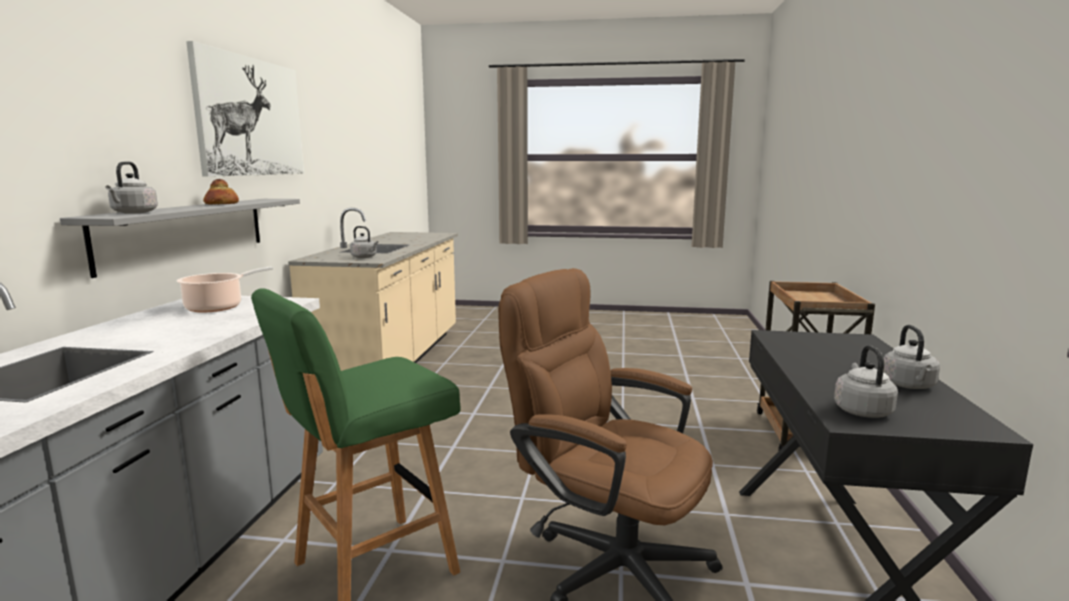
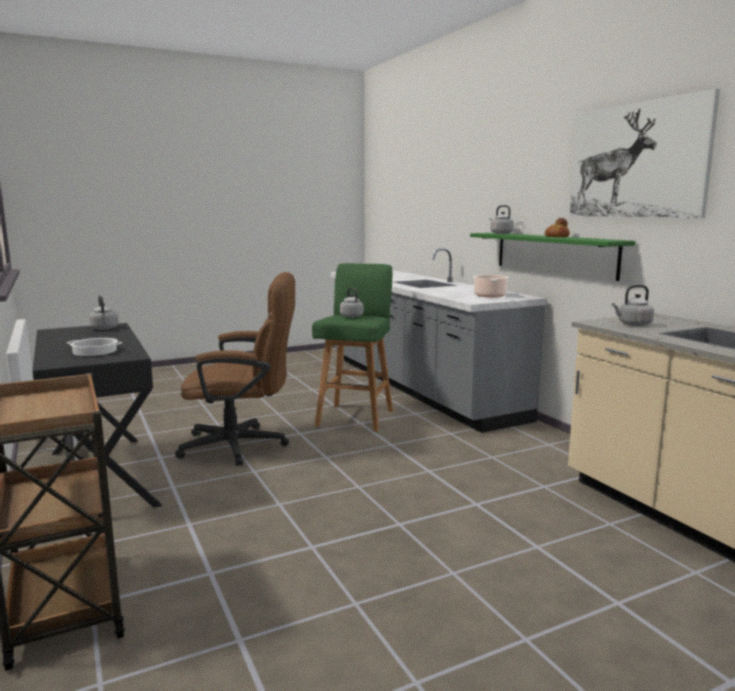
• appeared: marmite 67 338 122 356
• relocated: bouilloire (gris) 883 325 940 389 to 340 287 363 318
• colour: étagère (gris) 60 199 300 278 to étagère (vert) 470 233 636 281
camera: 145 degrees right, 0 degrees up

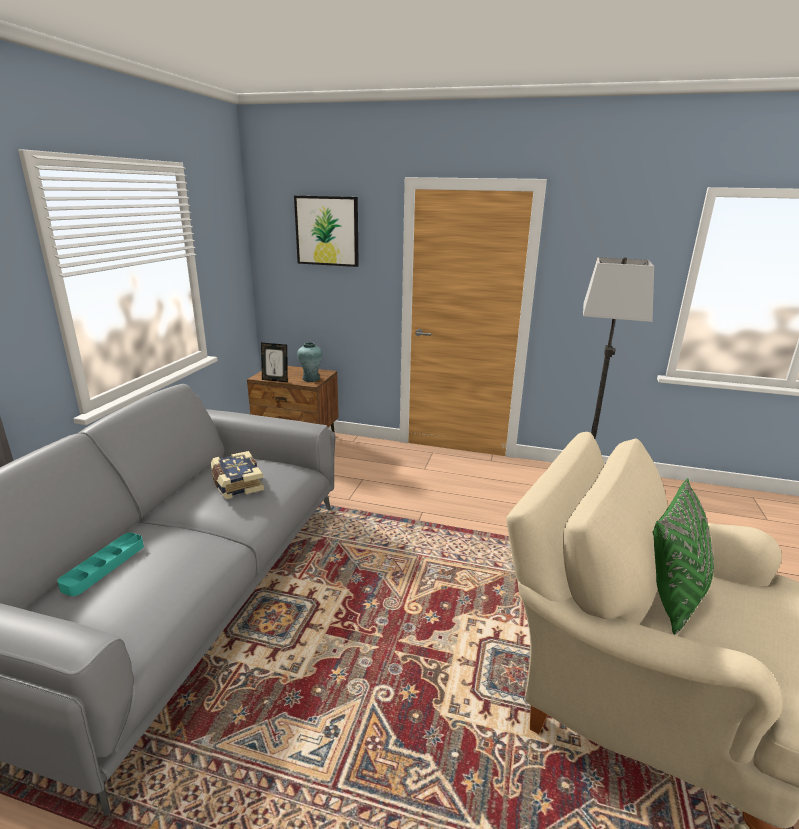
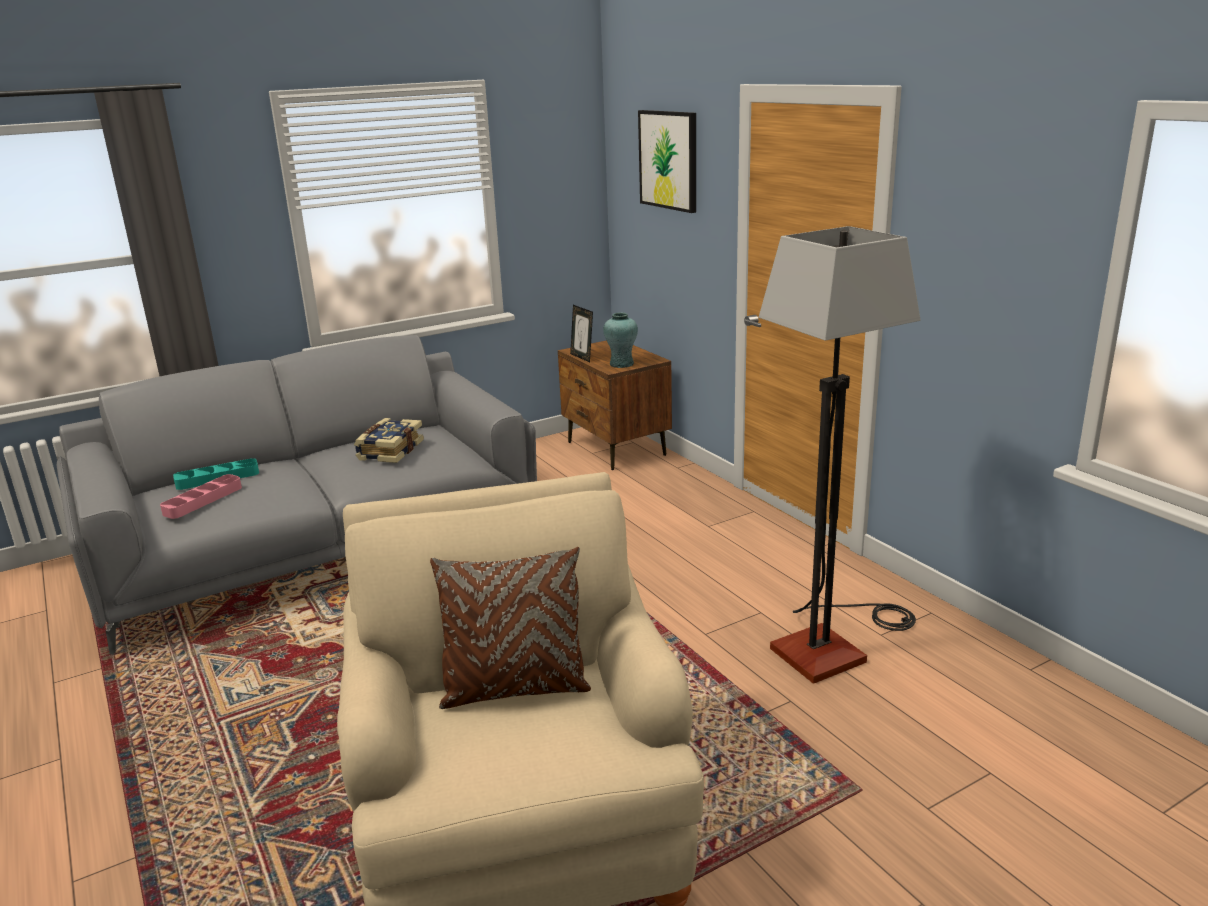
• appeared: plateau (rose) 160 474 242 519
• colour: coussin (vert) 652 478 714 634 to coussin (marron) 430 547 591 709
camera: 45 degrees right, 0 degrees up

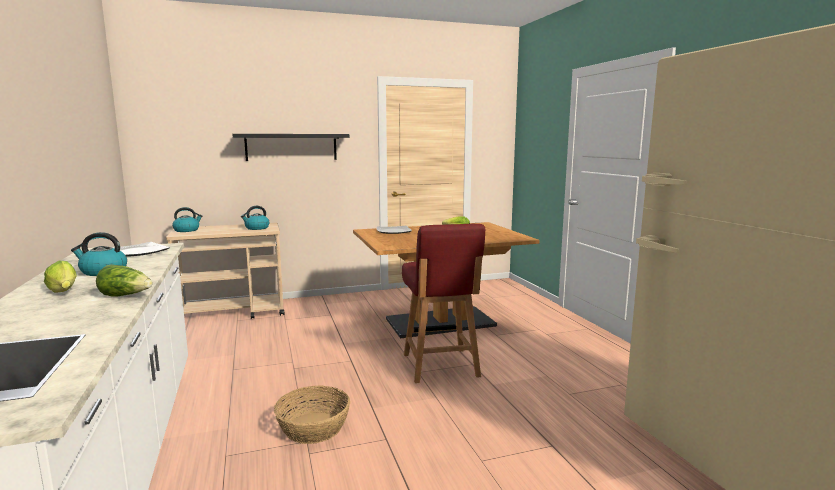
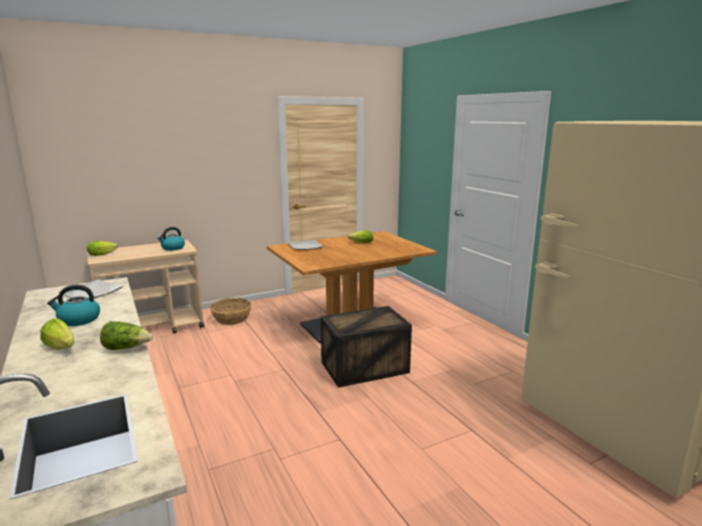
• missing: étagère (noir) 232 134 349 161
• relocated: panier 274 385 350 444 to 210 298 252 325
• exchanged: bouilloire 172 207 202 232 to laitue 87 241 118 256
• exchanged: chaise (rouge) 402 224 486 383 to caisse 321 306 412 388
camera: 10 degrees left, 5 degrees up

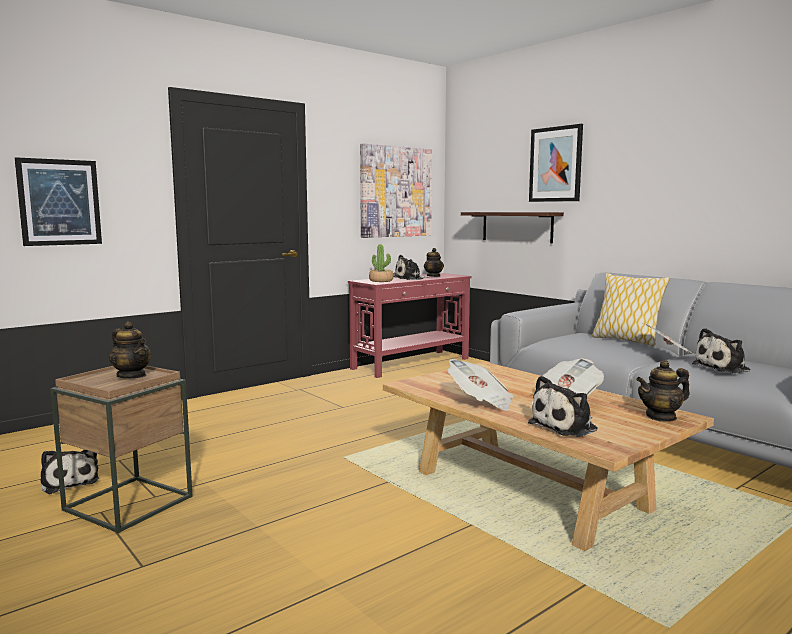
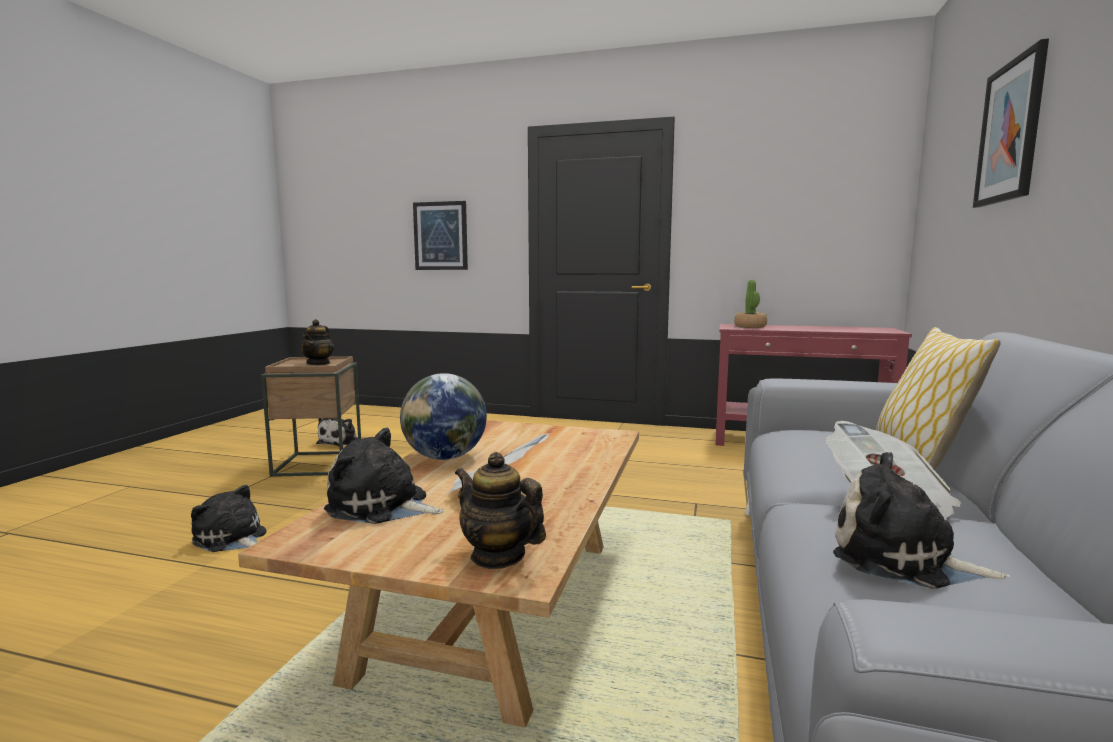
• missing: tableau 360 143 432 238
• missing: théière 424 248 444 277
• missing: étagère 461 212 564 243
• relocated: peluche 394 255 429 280 to 191 485 266 552
• exchanged: journal 448 359 514 411 to globe 400 373 487 460
camera: 55 degrees right, 0 degrees up

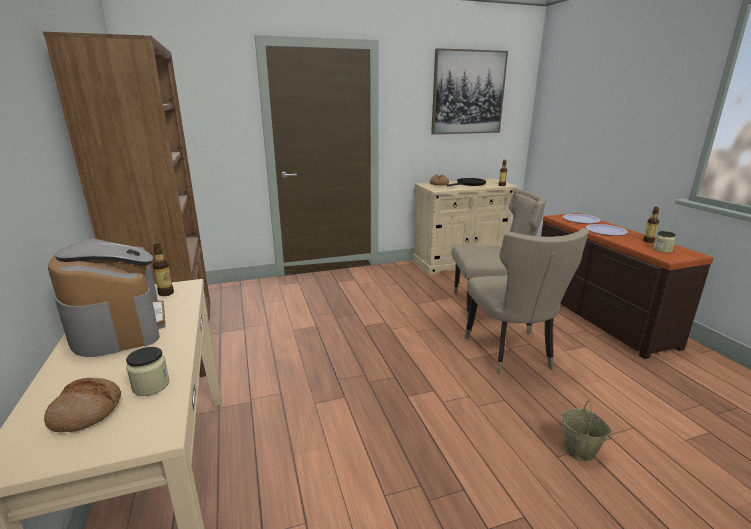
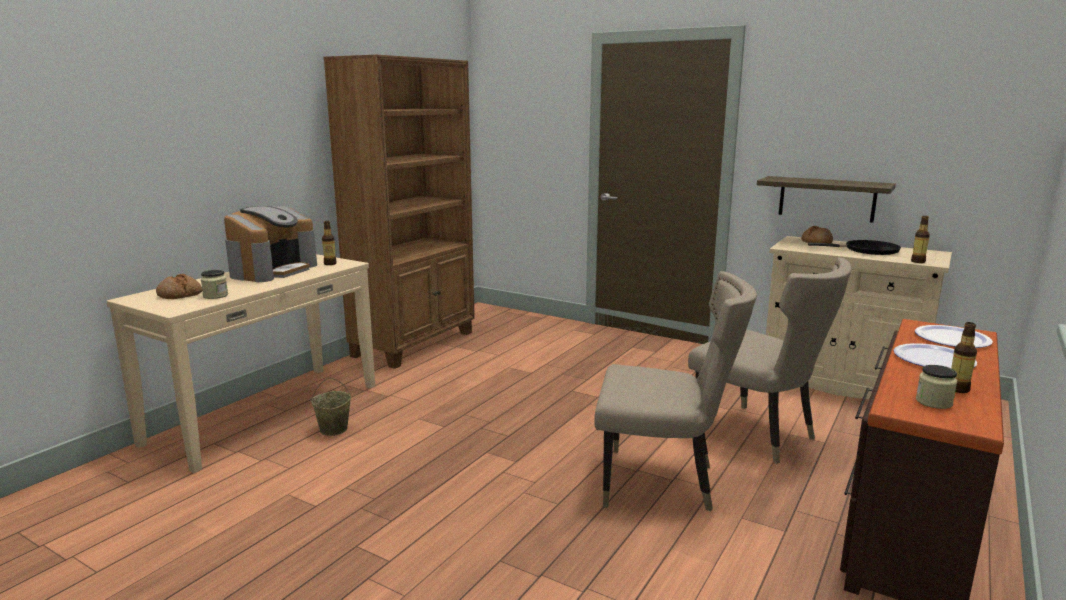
• missing: tableau 431 48 508 135
• appeared: étagère 757 176 896 223
• relocated: seau (beige) 561 401 611 462 to 311 378 351 436
• spun: chaise (beige) 464 228 589 374 = 594 271 757 511 120 degrees counterclockwise
camera: 50 degrees right, 5 degrees down

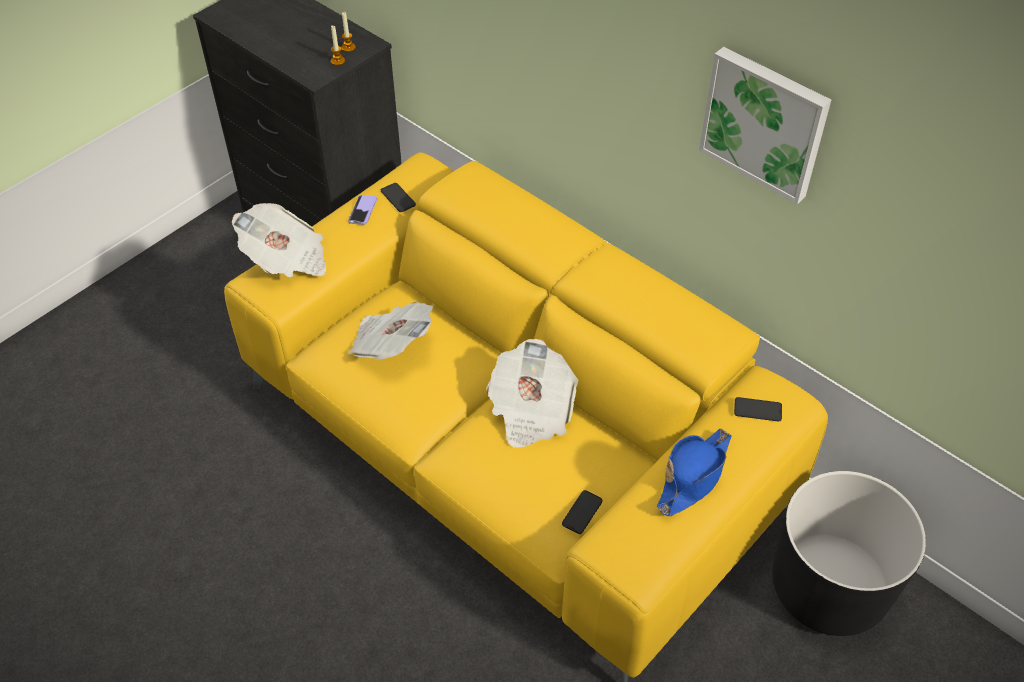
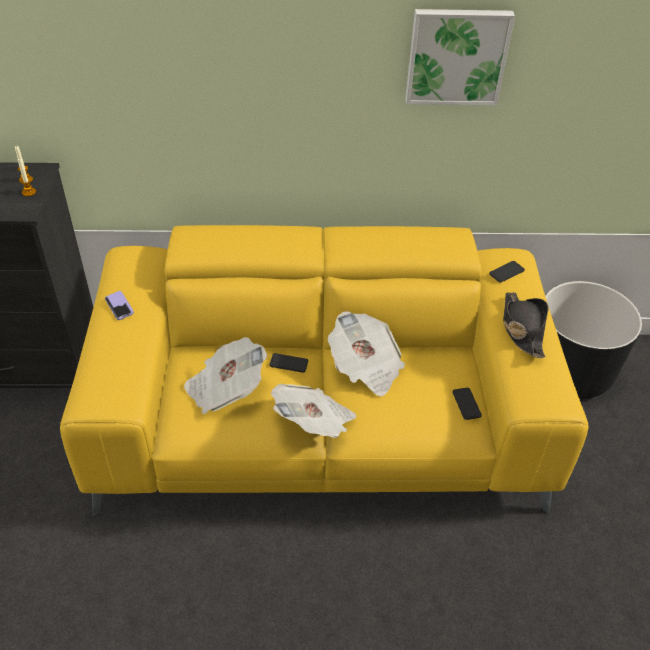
• relocated: journal 232 203 326 277 to 271 384 357 438
• relocated: téléphone 381 183 416 212 to 269 353 308 373
• colour: chapeau (bleu) 657 428 732 517 to chapeau (noir) 503 292 548 358
camera: 45 degrees left, 5 degrees down

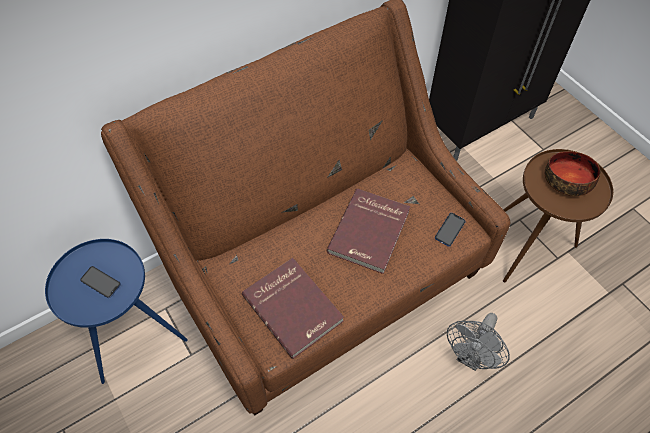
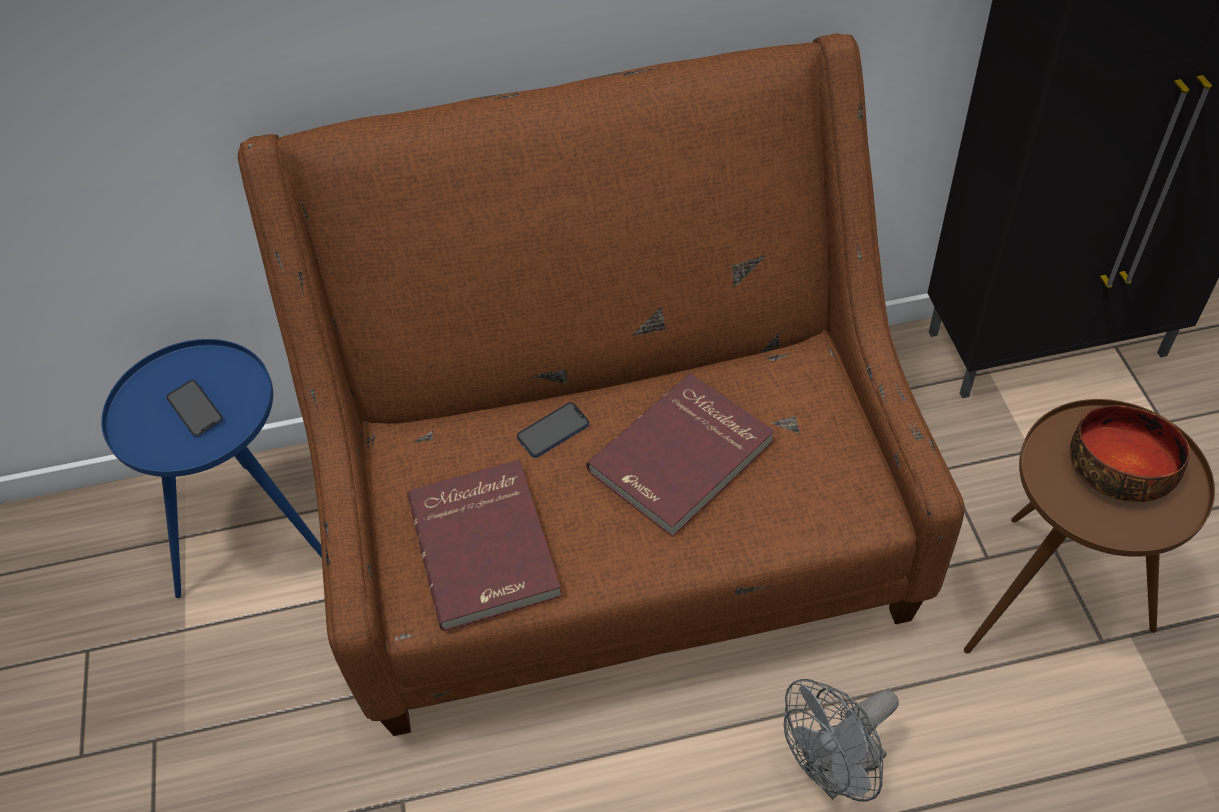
• relocated: téléphone 435 213 466 247 to 517 402 589 458
camera: 25 degrees right, 5 degrees down

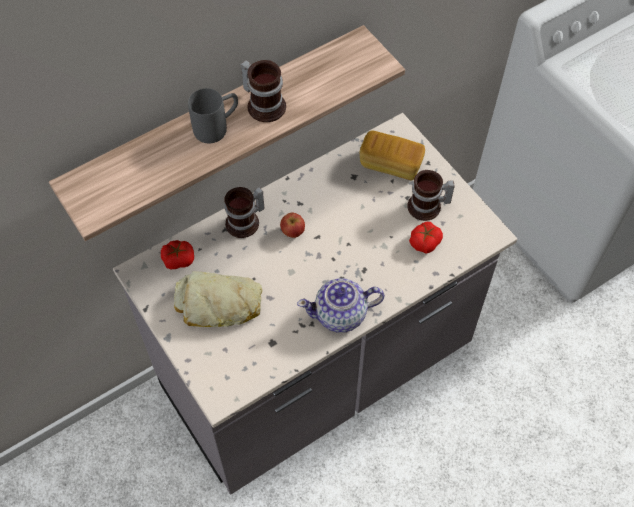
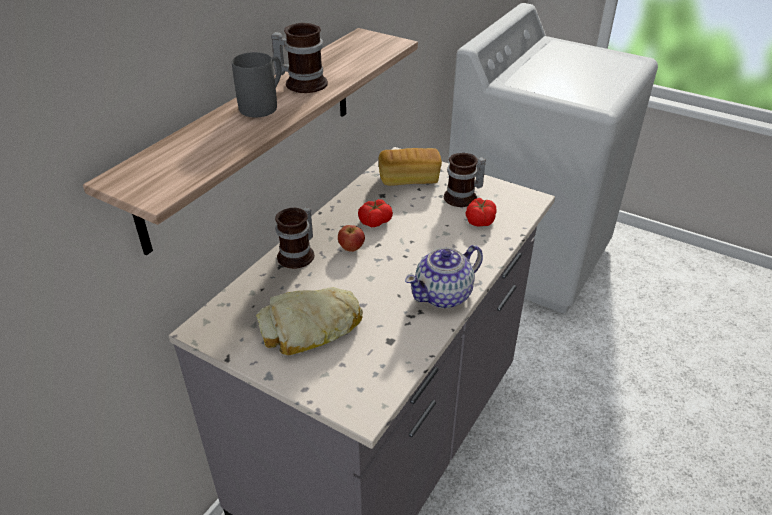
• relocated: tomate 161 240 194 269 to 358 199 393 227
camera: 25 degrees left, 20 degrees down

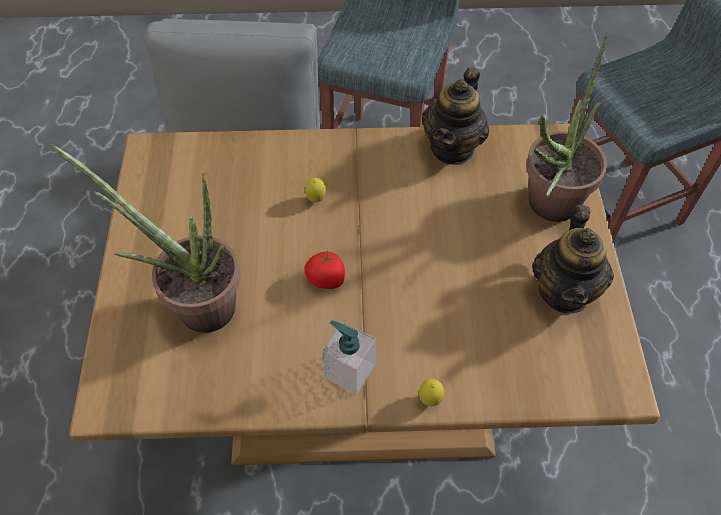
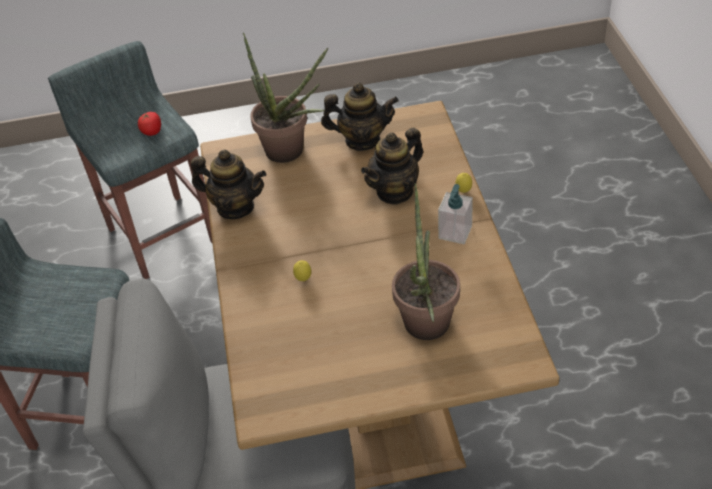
• appeared: théière 361 128 423 205
• relocated: tomate 305 250 345 289 to 138 112 161 136
camera: 95 degrees left, 10 degrees down

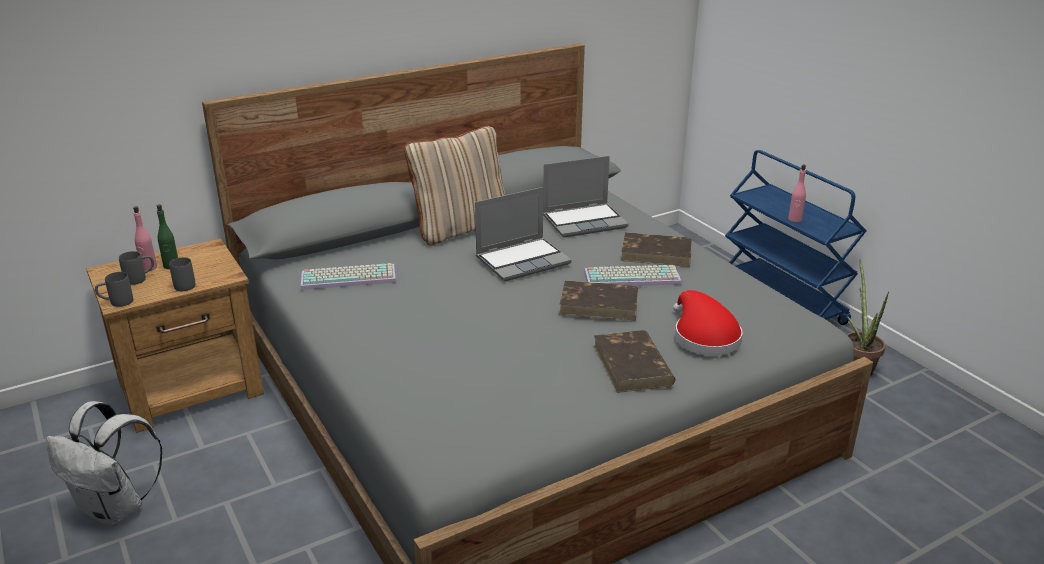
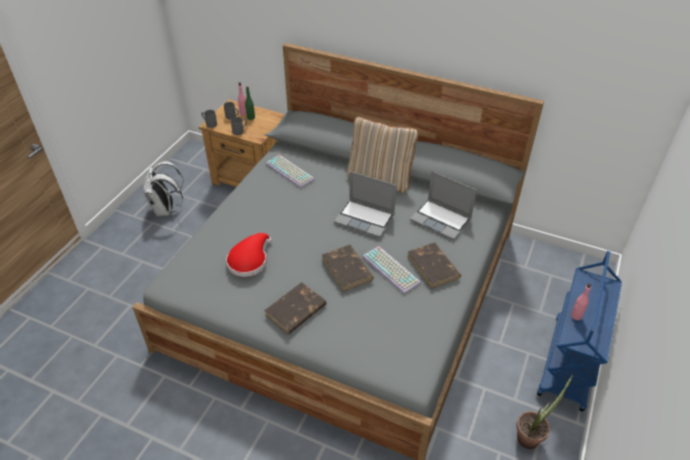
• relocated: chapeau (rouge) 673 290 743 356 to 226 233 272 277
camera: 55 degrees right, 15 degrees up

